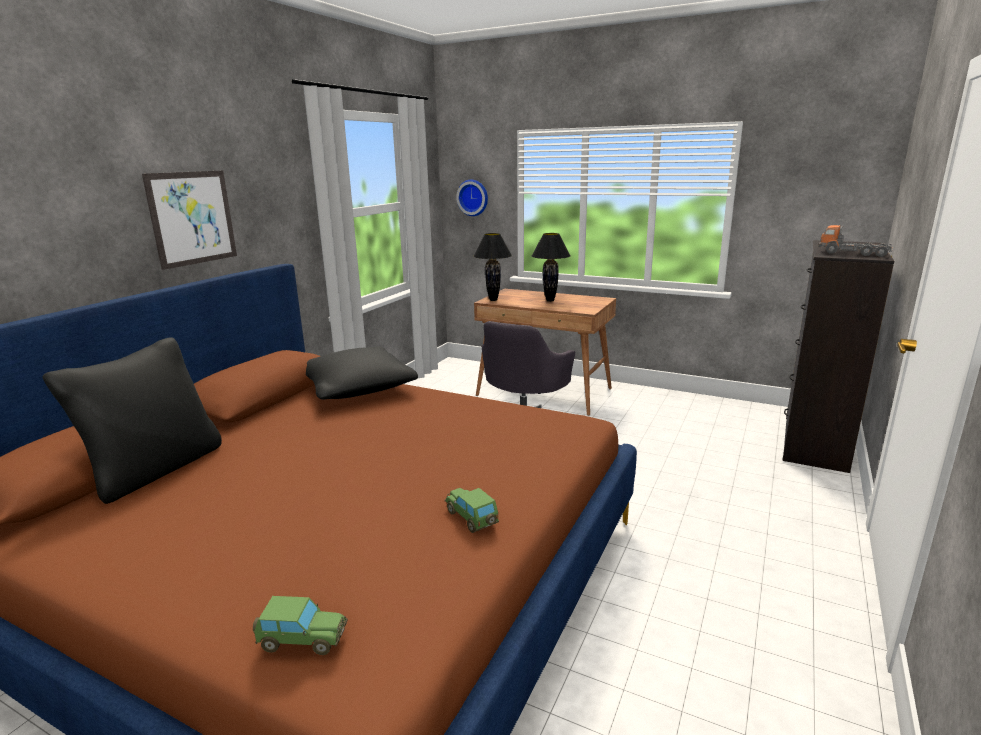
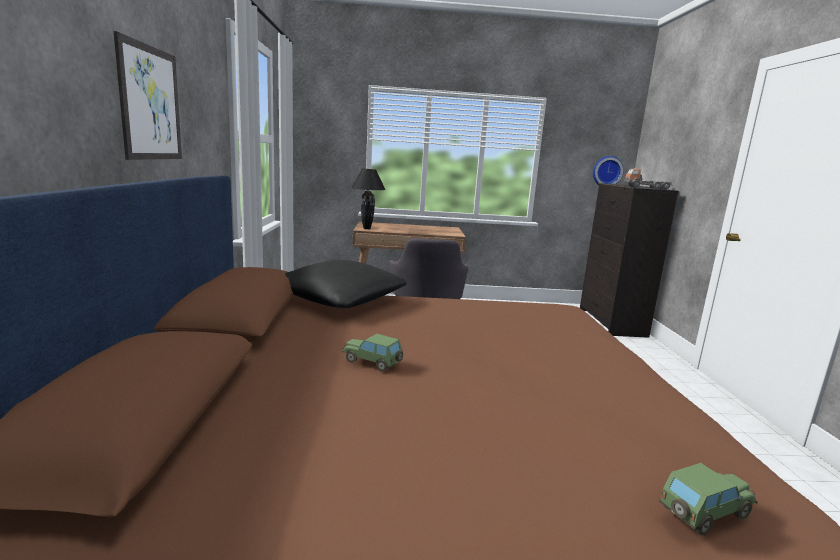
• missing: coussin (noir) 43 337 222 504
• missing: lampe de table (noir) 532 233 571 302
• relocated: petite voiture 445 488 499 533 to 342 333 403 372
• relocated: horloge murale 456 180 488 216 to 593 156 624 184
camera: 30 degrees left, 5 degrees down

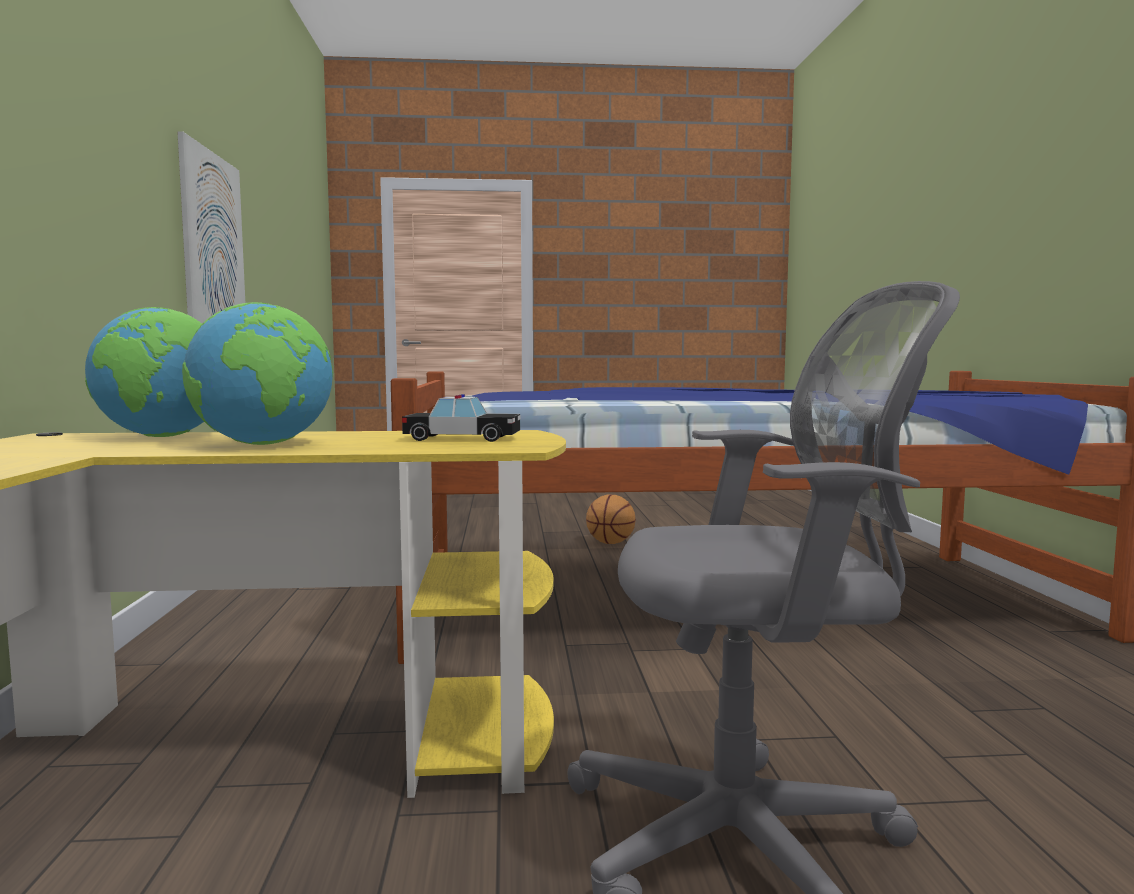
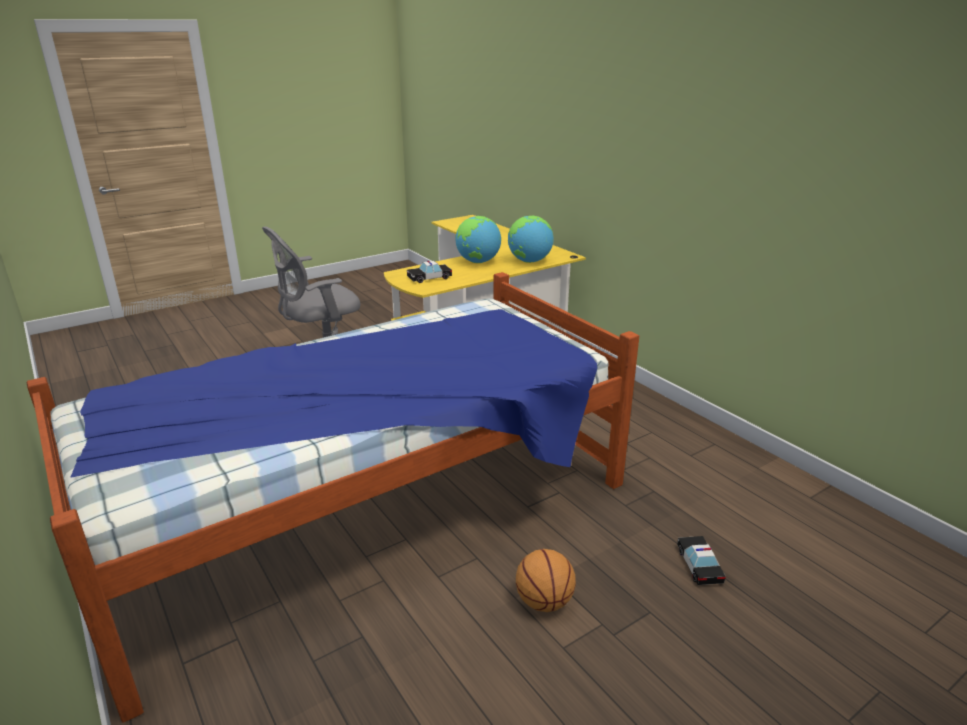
• missing: tableau 177 131 245 323
• appeared: petite voiture 677 536 726 585
camera: 150 degrees right, 20 degrees up

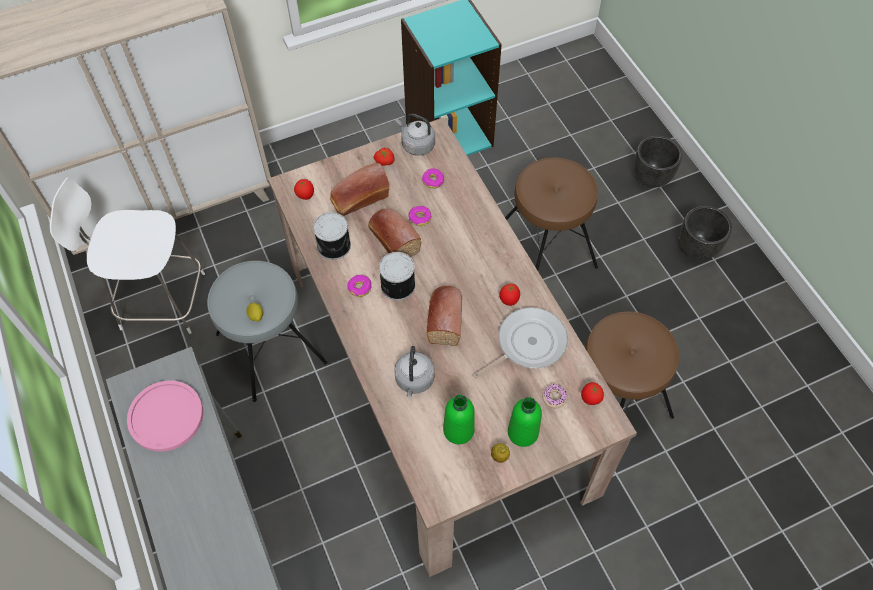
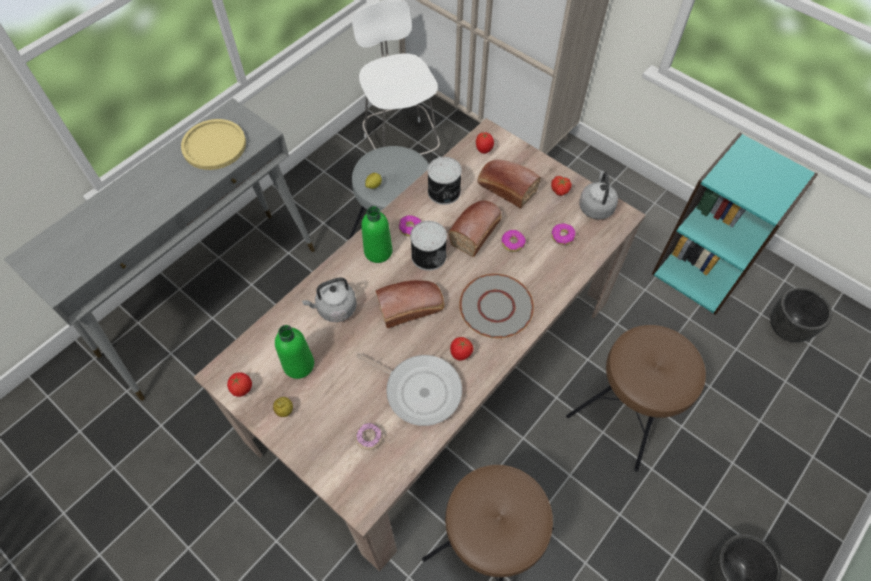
• appeared: assiette (gris) 459 274 534 338
• relocated: bouteille (vert) 508 397 542 447 to 361 206 393 263
• relocated: tomate 581 382 604 405 to 227 372 252 397
• relocated: cache-pot (noir) 634 136 682 187 to 770 287 832 343
• colour: assiette (rose) 127 380 203 452 to assiette (jaune) 181 119 246 170
camera: 65 degrees right, 0 degrees up

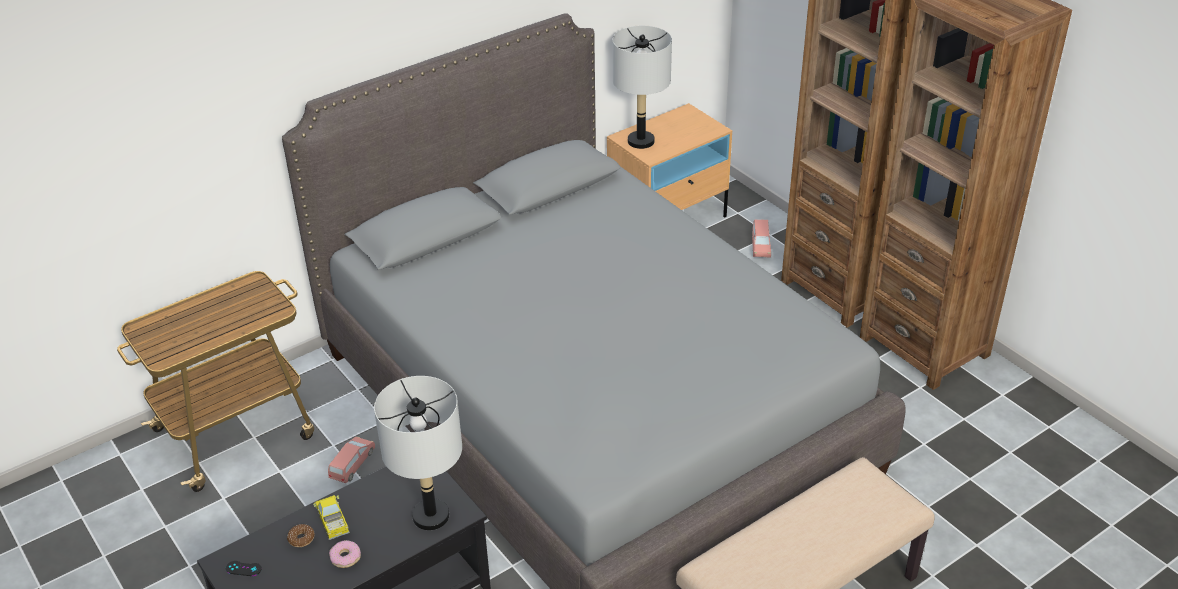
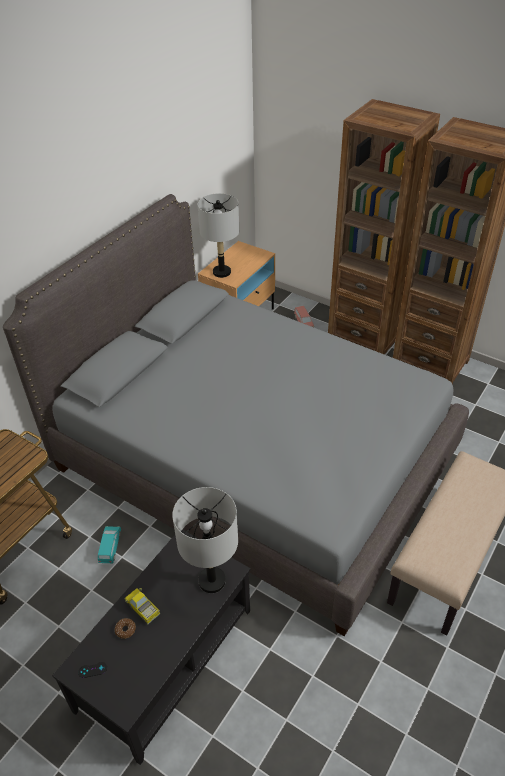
• missing: beignet 329 540 361 568
• colour: petite voiture (rose) 328 437 375 483 to petite voiture (turquoise) 98 526 121 563
camera: 20 degrees left, 5 degrees up

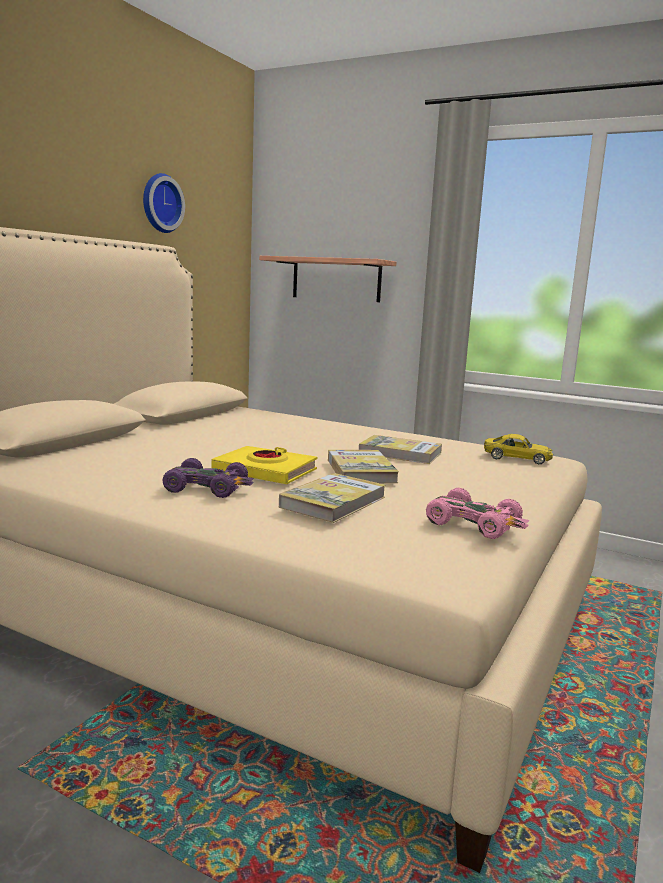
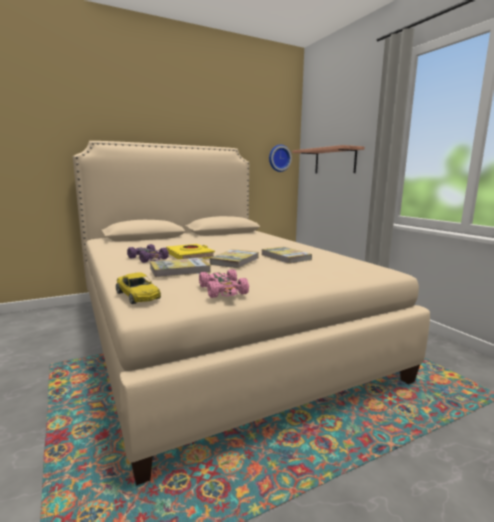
• relocated: horloge murale 143 173 185 233 to 269 145 292 172
• relocated: petite voiture (jaune) 484 434 553 465 to 116 272 161 304
camera: 35 degrees right, 0 degrees up

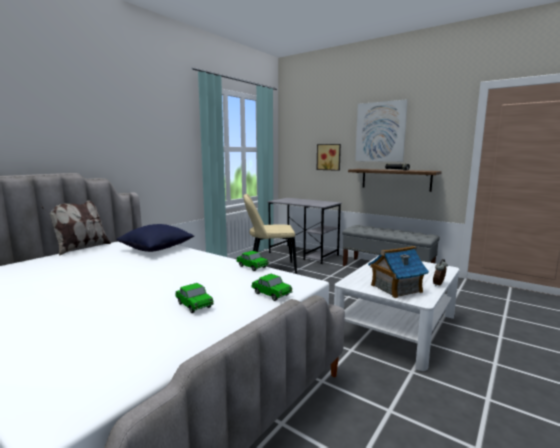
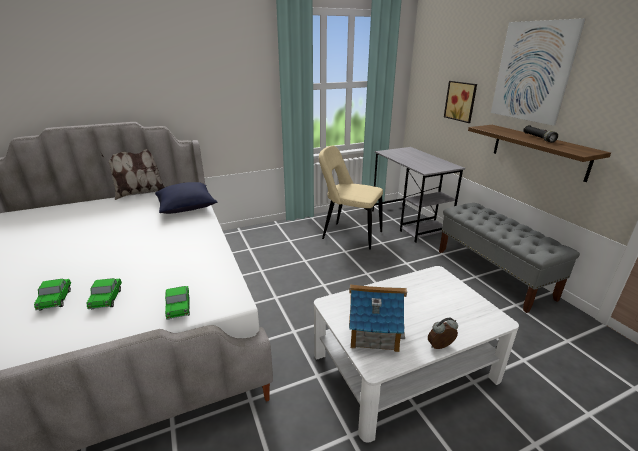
• relocated: petite voiture 236 251 269 271 to 34 278 71 311
camera: 30 degrees right, 15 degrees up

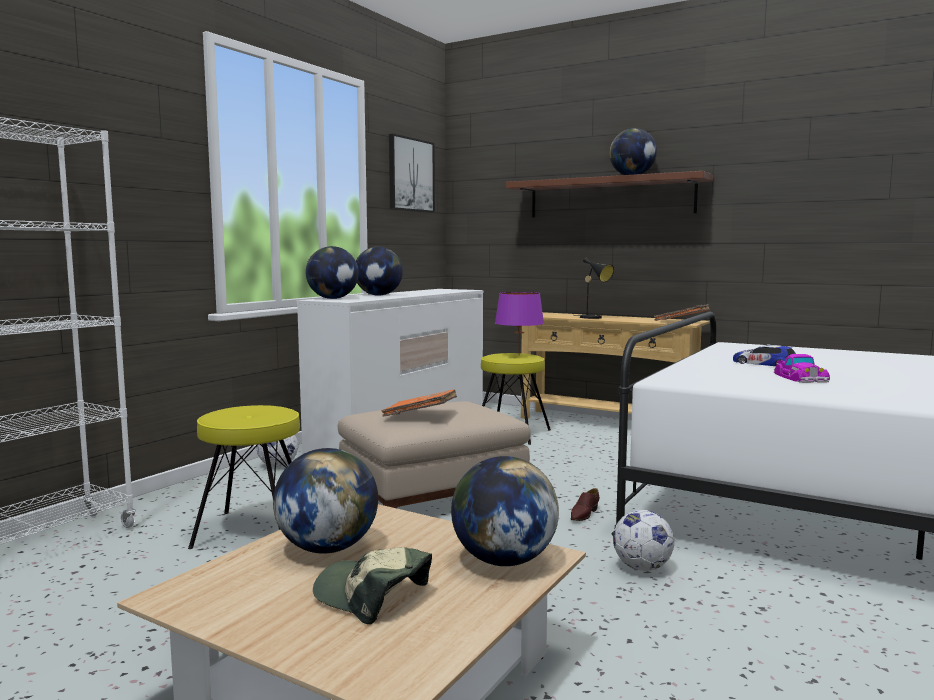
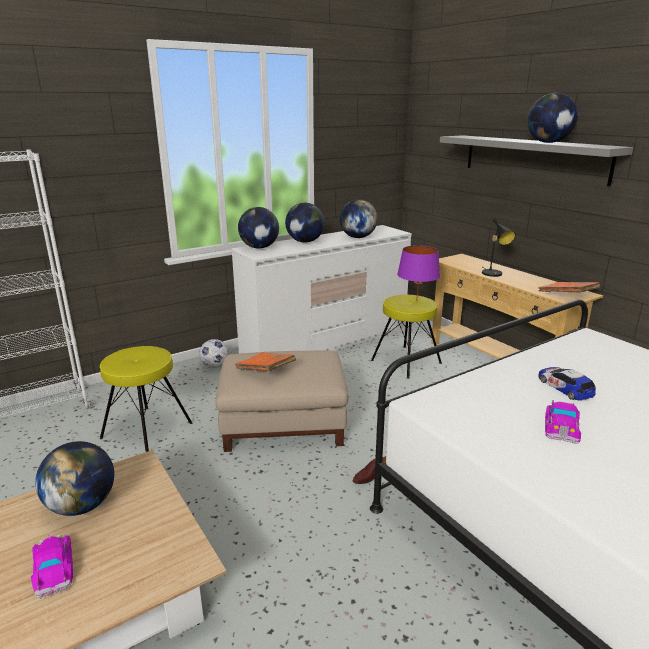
• missing: tableau 389 134 435 212
• missing: ballon de foot 613 510 674 571
• relocated: globe 451 456 559 566 to 340 199 378 238
• exchanged: casquette 313 547 432 625 to petite voiture 31 534 73 599
• colour: étagère (marron) 506 171 713 218 to étagère (gris) 440 135 633 186
camera: 25 degrees right, 15 degrees up

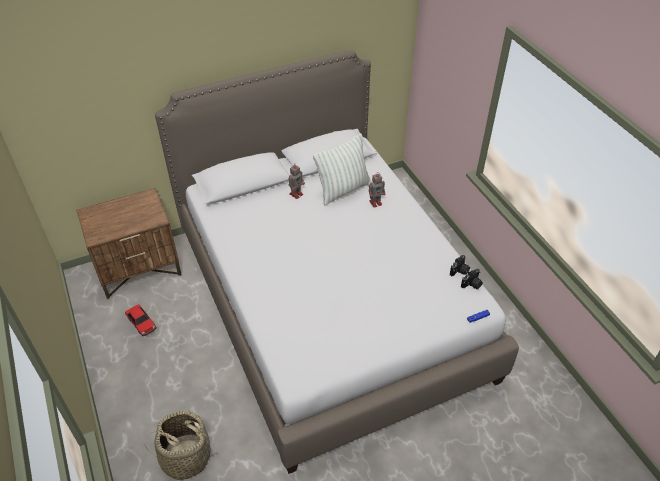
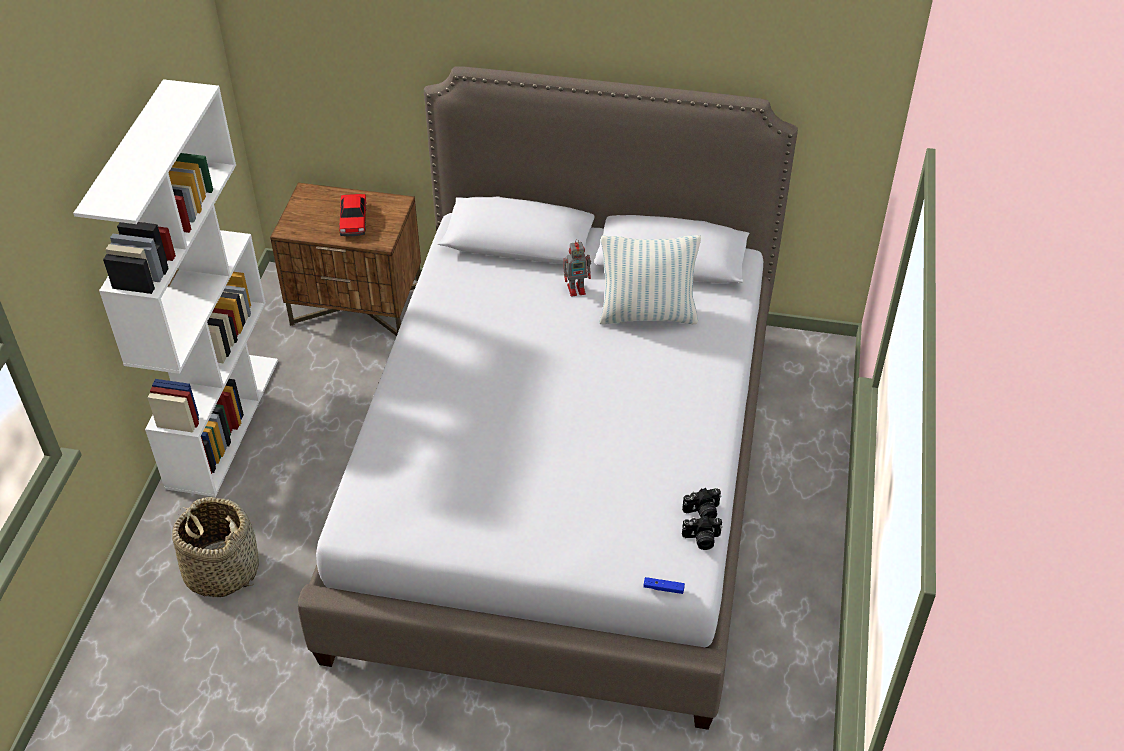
• missing: robot jouet 369 173 386 208
• appeared: bibliothèque (blanc) 73 79 278 497
• relocated: petite voiture 125 304 156 336 to 339 194 367 236
camera: 35 degrees right, 0 degrees up

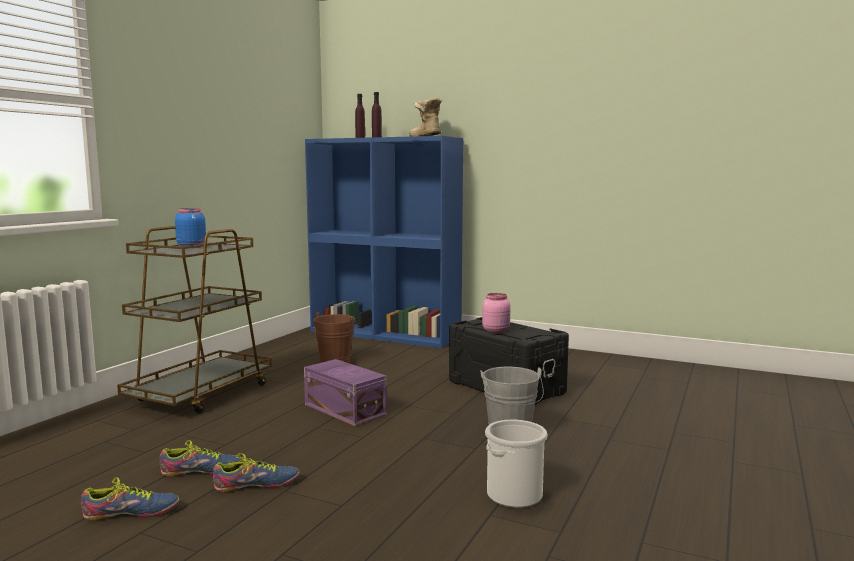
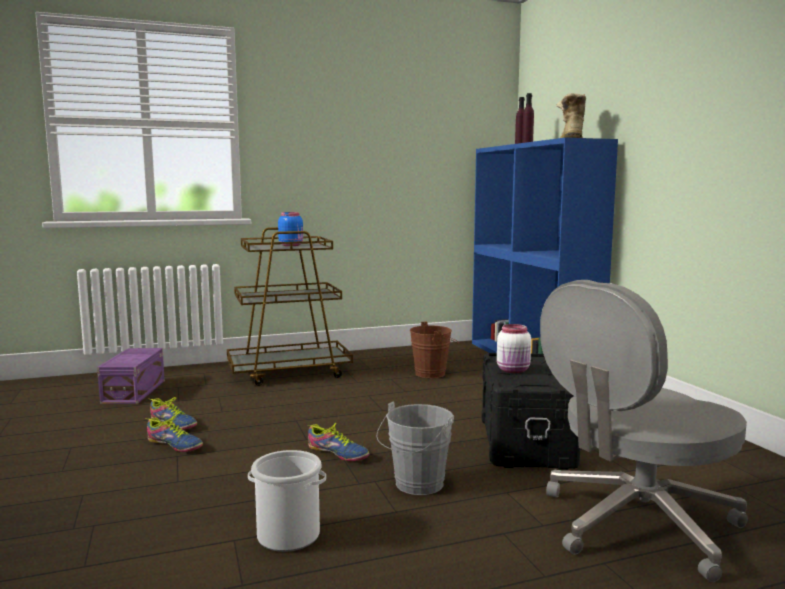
• appeared: chaise de bureau (gris) 540 280 748 582
• relocated: chaussure 81 478 179 520 to 308 423 369 461
• relocated: boîte de rangement (violet) 304 359 387 426 to 97 348 165 404
• colour: bocal (rose) 482 293 511 333 to bocal (blanc) 497 324 531 373
camera: 45 degrees right, 0 degrees up

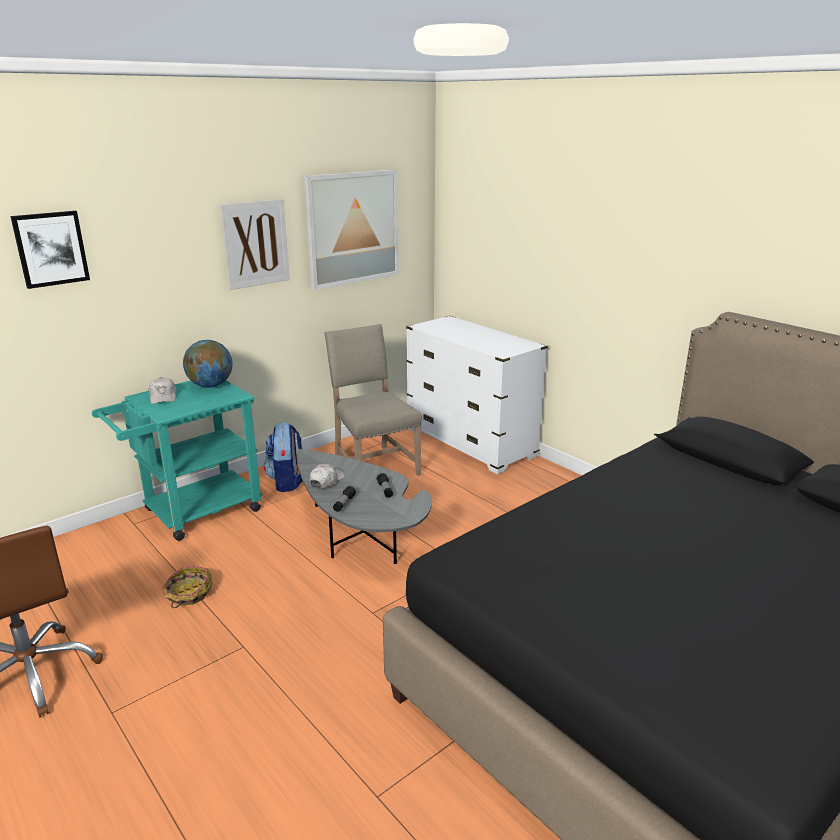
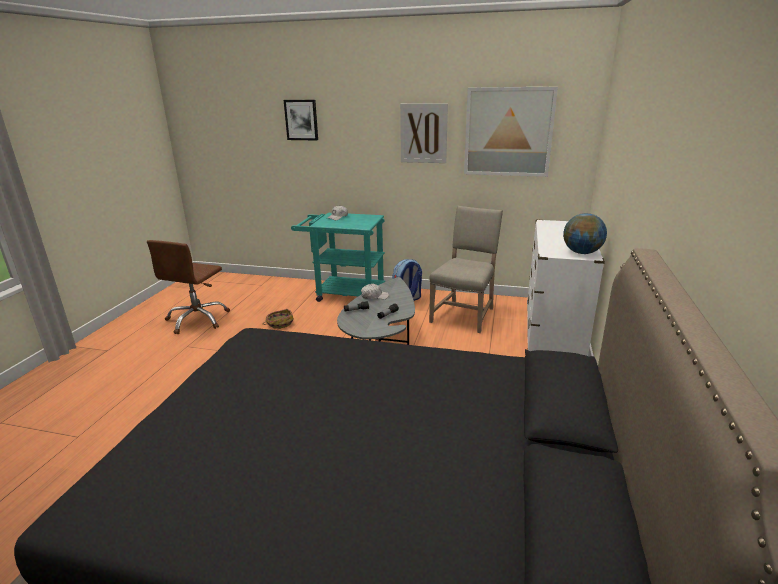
• relocated: globe 183 340 233 388 to 563 213 607 254
camera: 55 degrees right, 0 degrees up

